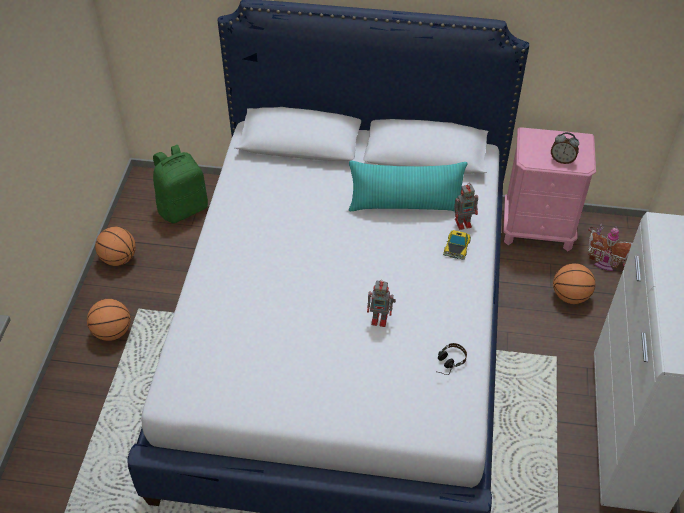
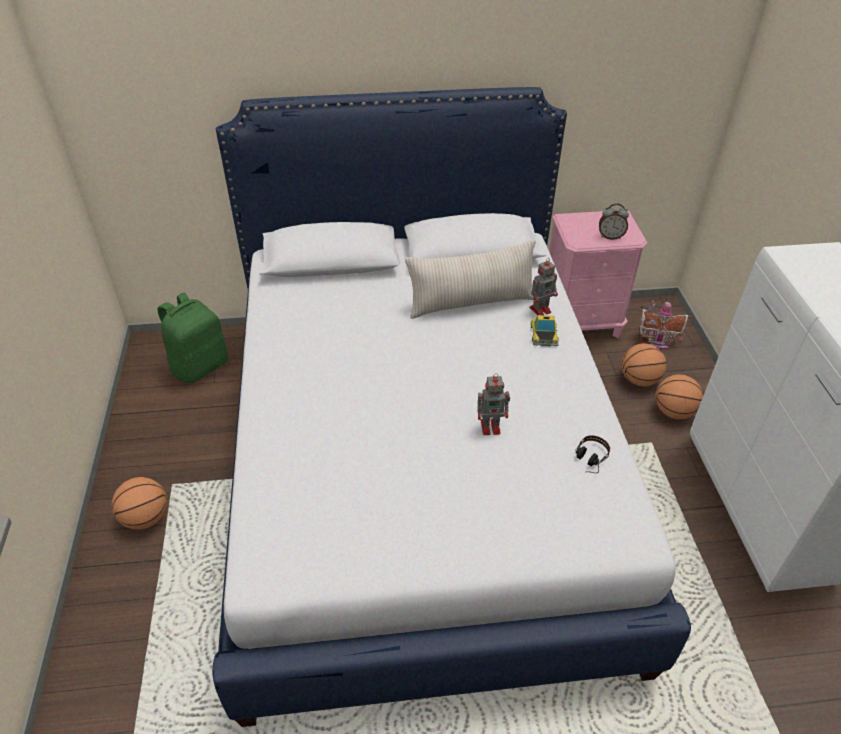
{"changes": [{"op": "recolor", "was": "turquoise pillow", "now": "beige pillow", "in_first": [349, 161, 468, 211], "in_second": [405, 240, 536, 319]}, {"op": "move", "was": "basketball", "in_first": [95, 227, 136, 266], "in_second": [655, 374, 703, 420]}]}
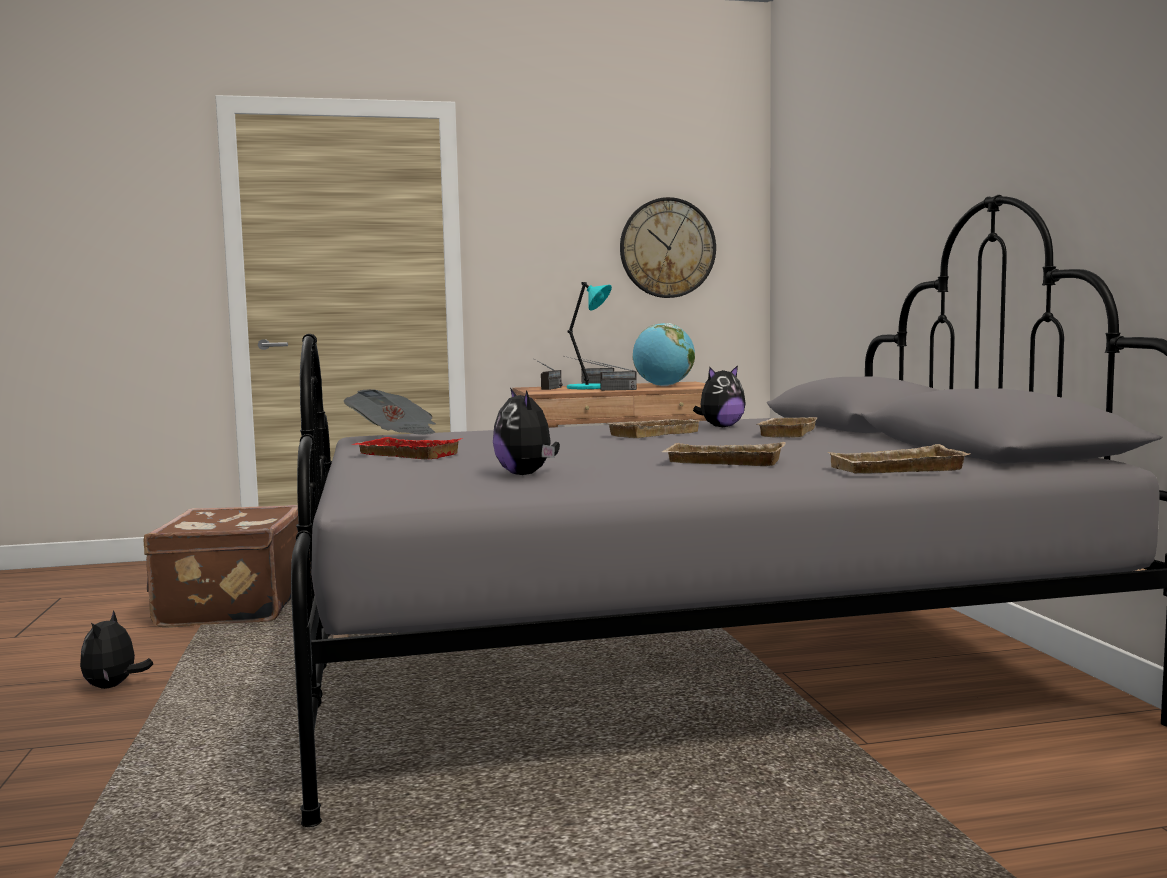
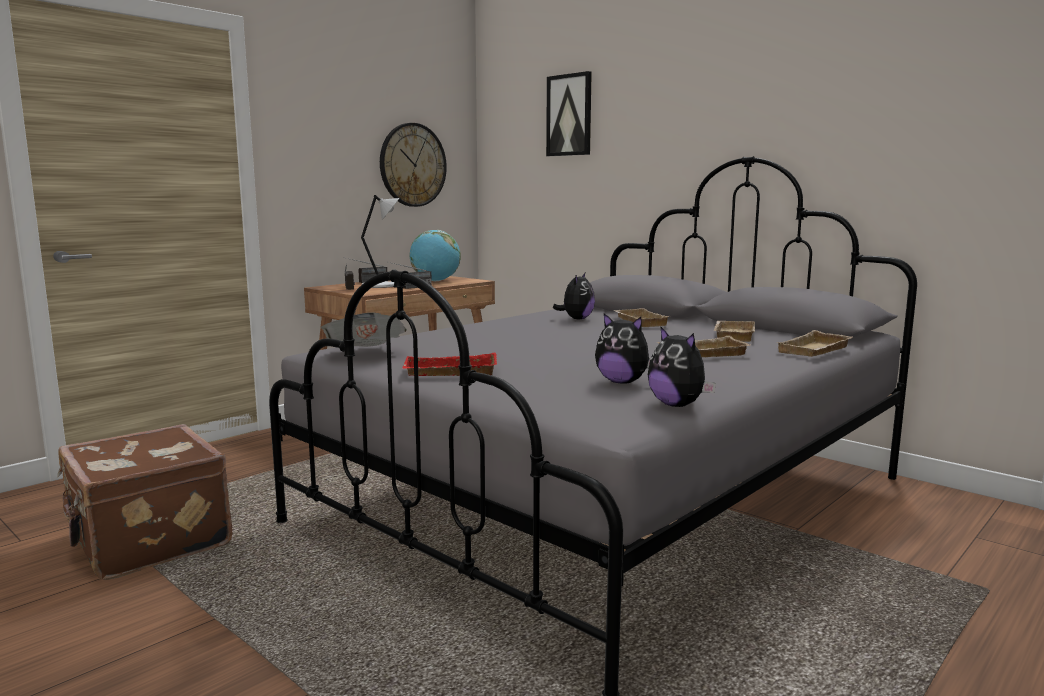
{"changes": [{"op": "recolor", "was": "turquoise table lamp", "now": "grey table lamp", "in_first": [567, 282, 612, 389], "in_second": [361, 195, 399, 288]}, {"op": "move", "was": "beige tray", "in_first": [604, 419, 701, 438], "in_second": [714, 321, 755, 342]}, {"op": "move", "was": "plush toy", "in_first": [80, 610, 153, 689], "in_second": [648, 326, 716, 407]}, {"op": "insert", "now": "picture", "in_second": [546, 71, 592, 156]}]}
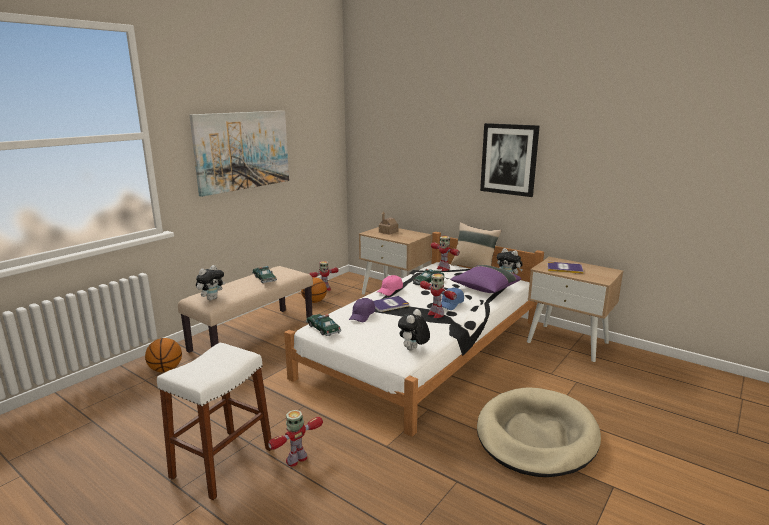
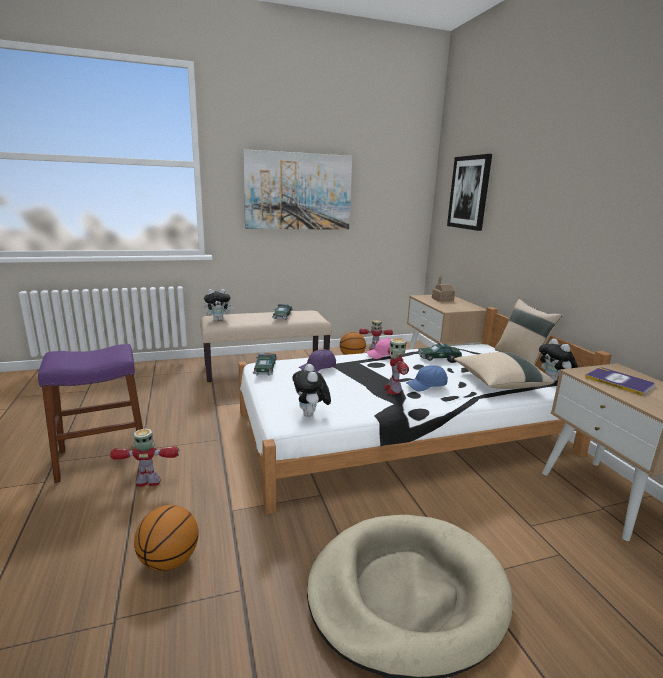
{"changes": [{"op": "move", "was": "picture", "in_first": [480, 123, 540, 197], "in_second": [447, 154, 492, 231]}, {"op": "delete", "was": "toy robot", "in_first": [431, 236, 460, 271]}, {"op": "recolor", "was": "purple pillow", "now": "beige pillow", "in_first": [450, 265, 521, 293], "in_second": [454, 352, 554, 389]}, {"op": "delete", "was": "book", "in_first": [373, 296, 409, 312]}, {"op": "rotate", "was": "plush toy", "in_first": [398, 309, 430, 351], "in_second": [292, 364, 331, 417], "clockwise": -75}, {"op": "move", "was": "basketball", "in_first": [145, 338, 182, 372], "in_second": [134, 505, 199, 571]}, {"op": "recolor", "was": "white stool", "now": "purple stool", "in_first": [157, 343, 272, 500], "in_second": [38, 344, 143, 483]}]}
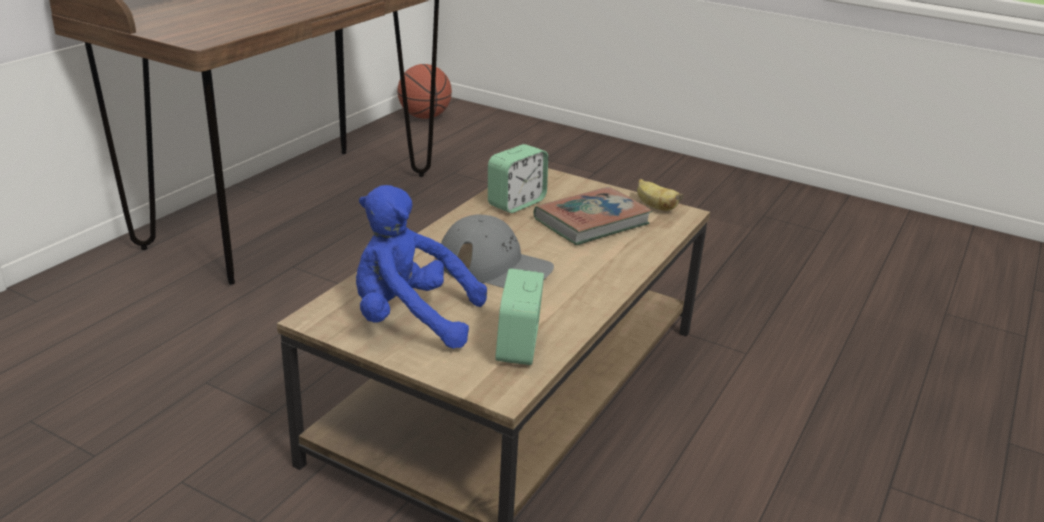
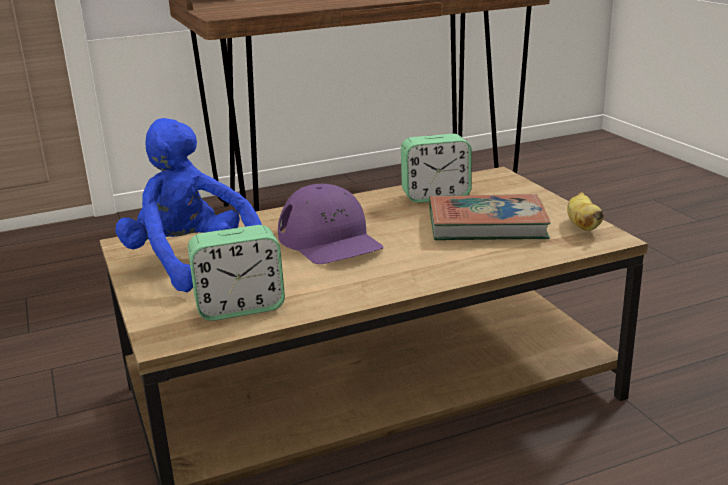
{"changes": [{"op": "delete", "was": "basketball", "in_first": [397, 64, 452, 119]}, {"op": "recolor", "was": "grey cap", "now": "purple cap", "in_first": [441, 214, 554, 288], "in_second": [278, 184, 384, 264]}, {"op": "rotate", "was": "alarm clock", "in_first": [495, 268, 544, 365], "in_second": [188, 225, 285, 321], "clockwise": -150}]}
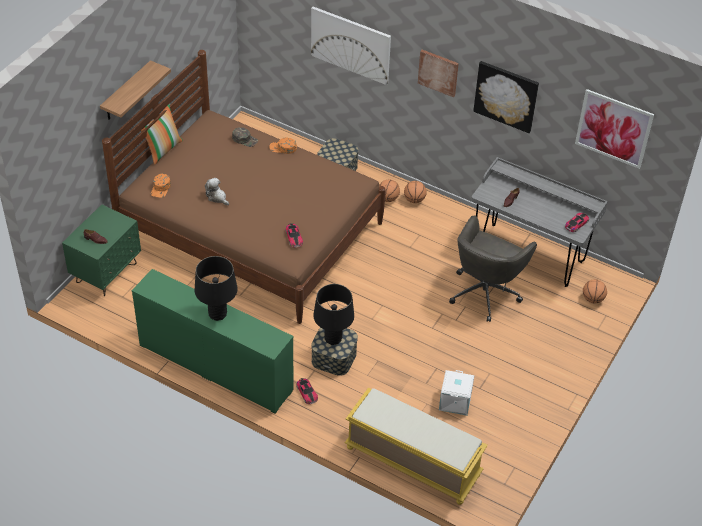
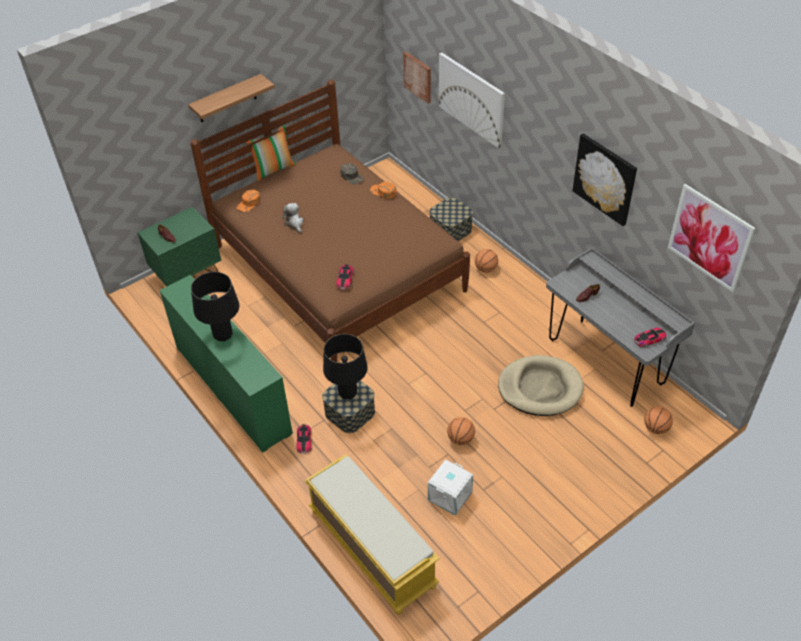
{"changes": [{"op": "move", "was": "picture", "in_first": [418, 50, 459, 97], "in_second": [403, 52, 431, 104]}, {"op": "move", "was": "basketball", "in_first": [404, 181, 427, 203], "in_second": [447, 417, 475, 445]}, {"op": "replace", "was": "grey office chair", "now": "beige dog bed", "in_first": [449, 215, 537, 322], "in_second": [498, 355, 584, 416]}]}
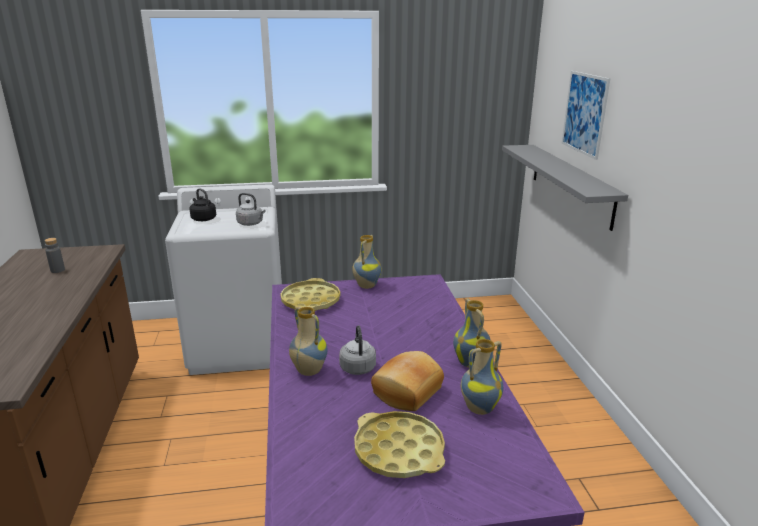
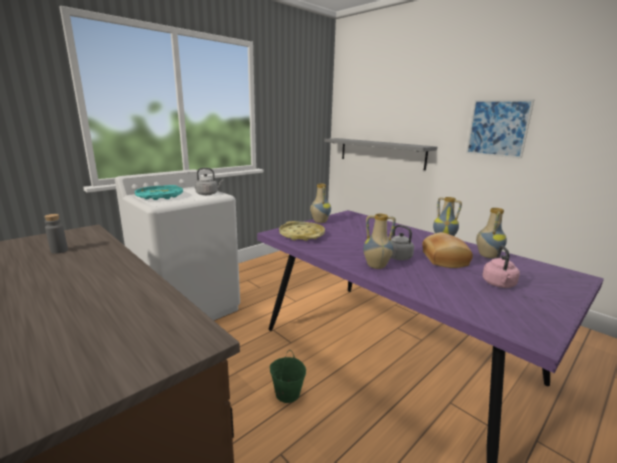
{"changes": [{"op": "move", "was": "picture", "in_first": [561, 71, 610, 160], "in_second": [466, 99, 535, 159]}, {"op": "replace", "was": "black kettle", "now": "turquoise tray", "in_first": [189, 188, 216, 221], "in_second": [135, 185, 183, 200]}, {"op": "replace", "was": "yellow tray", "now": "pink kettle", "in_first": [354, 411, 445, 478], "in_second": [482, 246, 520, 288]}, {"op": "insert", "now": "green bucket", "in_second": [270, 350, 306, 403]}]}
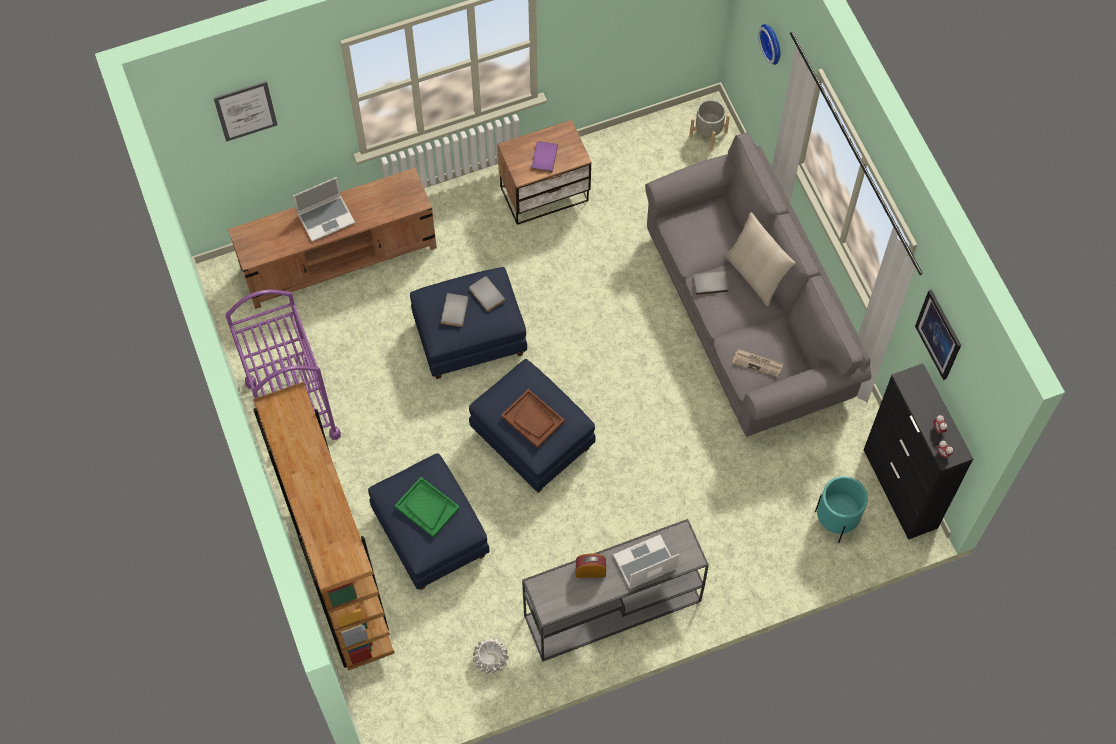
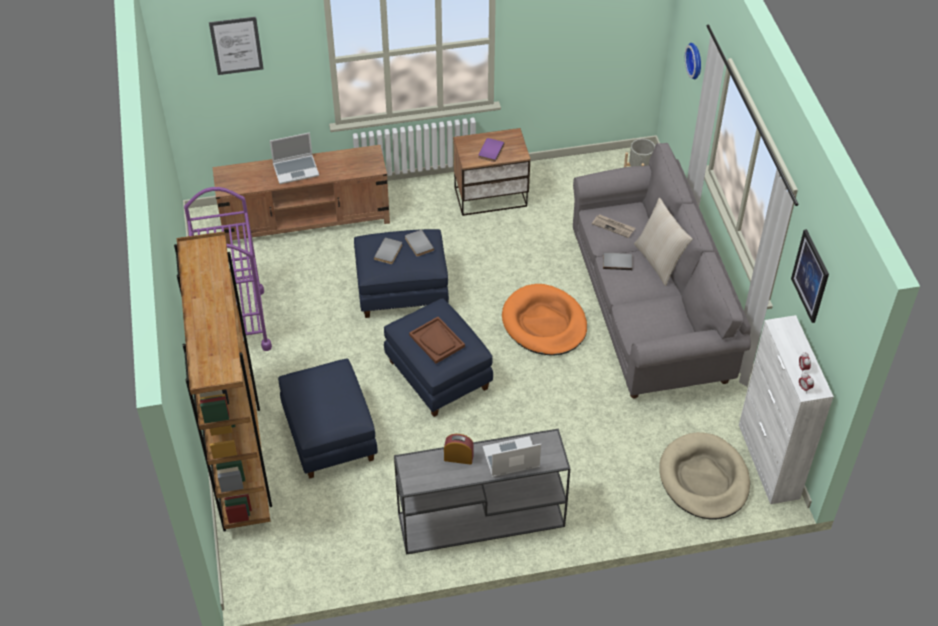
{"changes": [{"op": "move", "was": "newspaper", "in_first": [732, 349, 784, 377], "in_second": [592, 215, 635, 238]}, {"op": "recolor", "was": "black cabinet", "now": "white cabinet", "in_first": [864, 363, 973, 540], "in_second": [739, 315, 834, 504]}, {"op": "replace", "was": "turquoise planter", "now": "beige dog bed", "in_first": [815, 476, 868, 543], "in_second": [659, 432, 750, 520]}, {"op": "delete", "was": "green tray", "in_first": [395, 477, 460, 538]}, {"op": "delete", "was": "white planter", "in_first": [473, 639, 509, 674]}, {"op": "insert", "now": "orange dog bed", "in_second": [502, 284, 587, 355]}]}
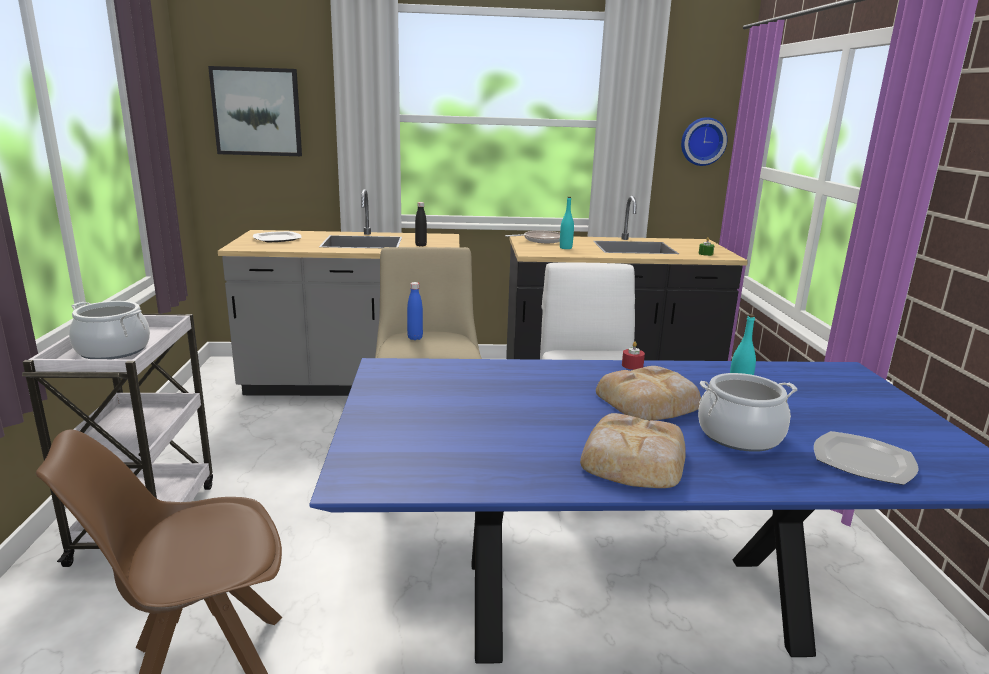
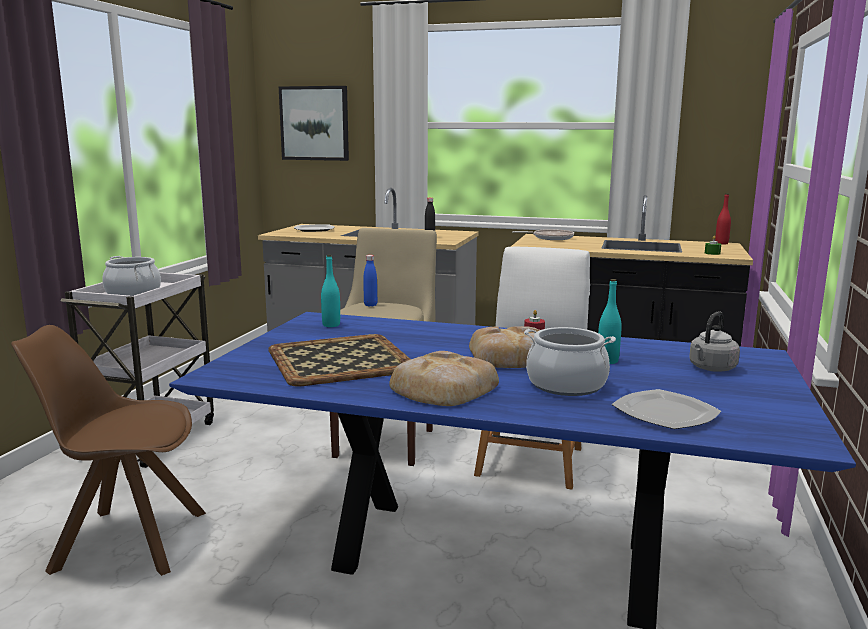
{"changes": [{"op": "delete", "was": "wall clock", "in_first": [681, 117, 728, 166]}, {"op": "move", "was": "turquoise bottle", "in_first": [560, 197, 574, 249], "in_second": [321, 255, 340, 327]}, {"op": "insert", "now": "red bottle", "in_second": [715, 193, 731, 245]}, {"op": "insert", "now": "grey kettle", "in_second": [689, 311, 740, 372]}, {"op": "insert", "now": "tray", "in_second": [268, 334, 411, 387]}]}
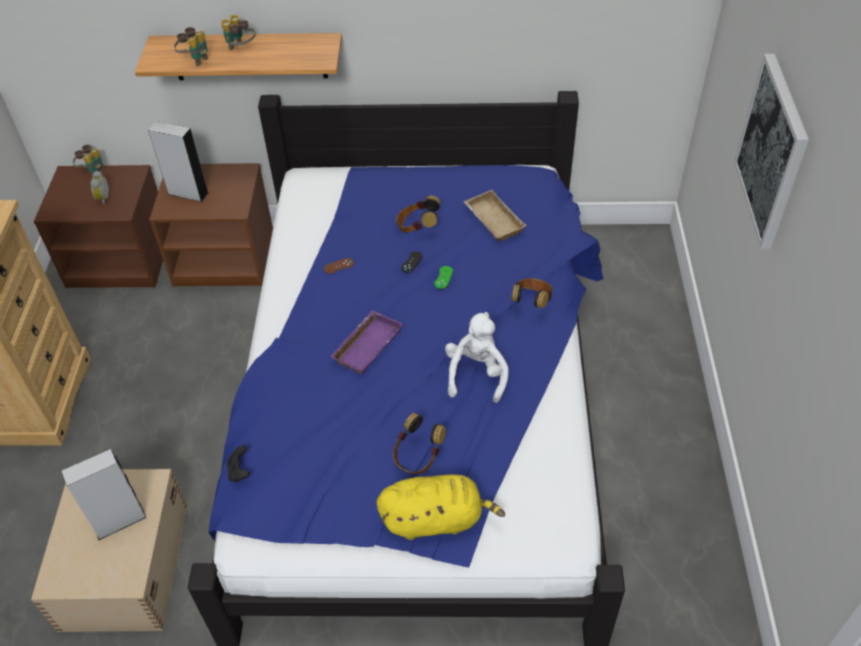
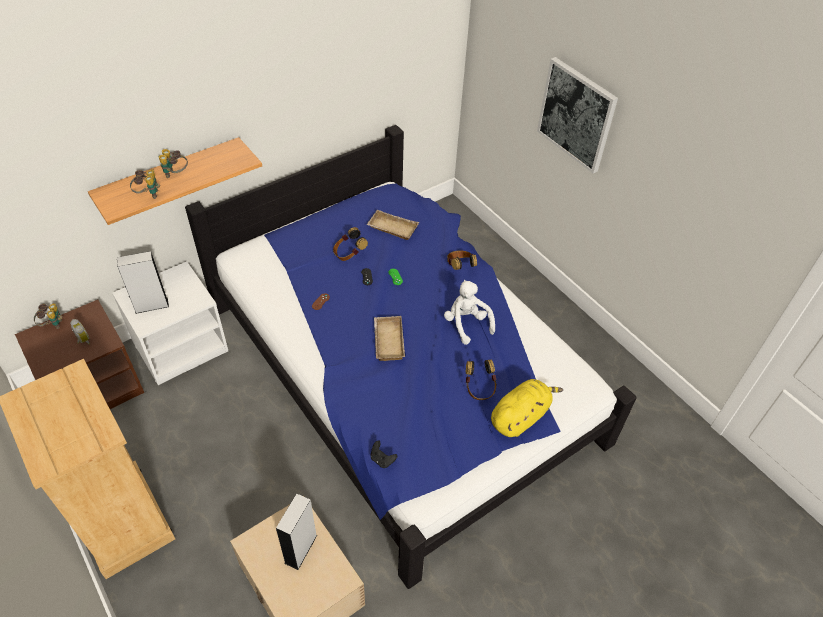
{"changes": [{"op": "recolor", "was": "brown nightstand", "now": "white nightstand", "in_first": [149, 163, 273, 287], "in_second": [112, 261, 228, 385]}, {"op": "recolor", "was": "purple tray", "now": "beige tray", "in_first": [330, 310, 403, 374], "in_second": [374, 316, 405, 361]}]}
